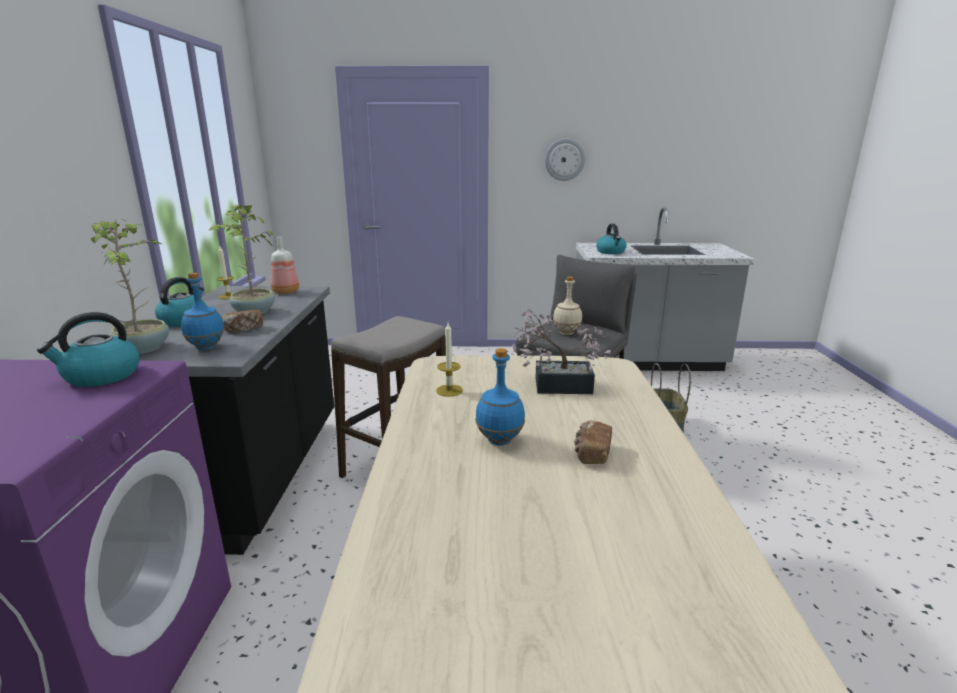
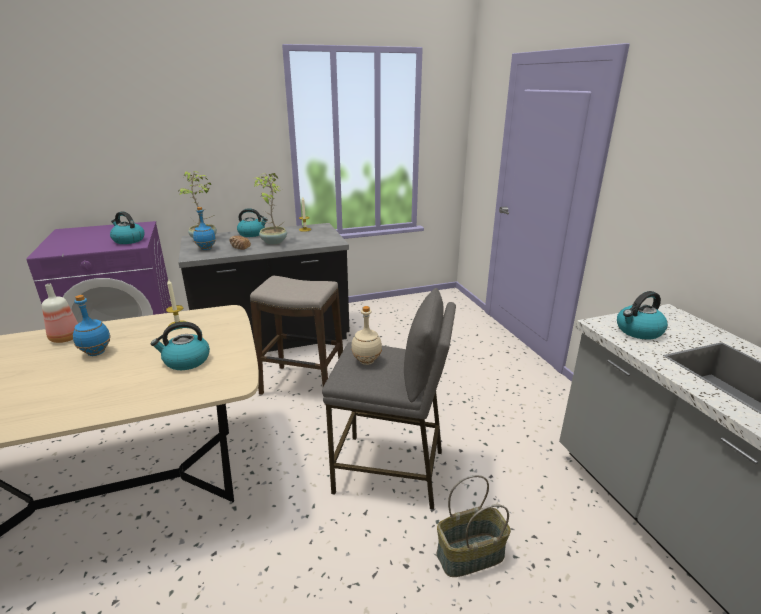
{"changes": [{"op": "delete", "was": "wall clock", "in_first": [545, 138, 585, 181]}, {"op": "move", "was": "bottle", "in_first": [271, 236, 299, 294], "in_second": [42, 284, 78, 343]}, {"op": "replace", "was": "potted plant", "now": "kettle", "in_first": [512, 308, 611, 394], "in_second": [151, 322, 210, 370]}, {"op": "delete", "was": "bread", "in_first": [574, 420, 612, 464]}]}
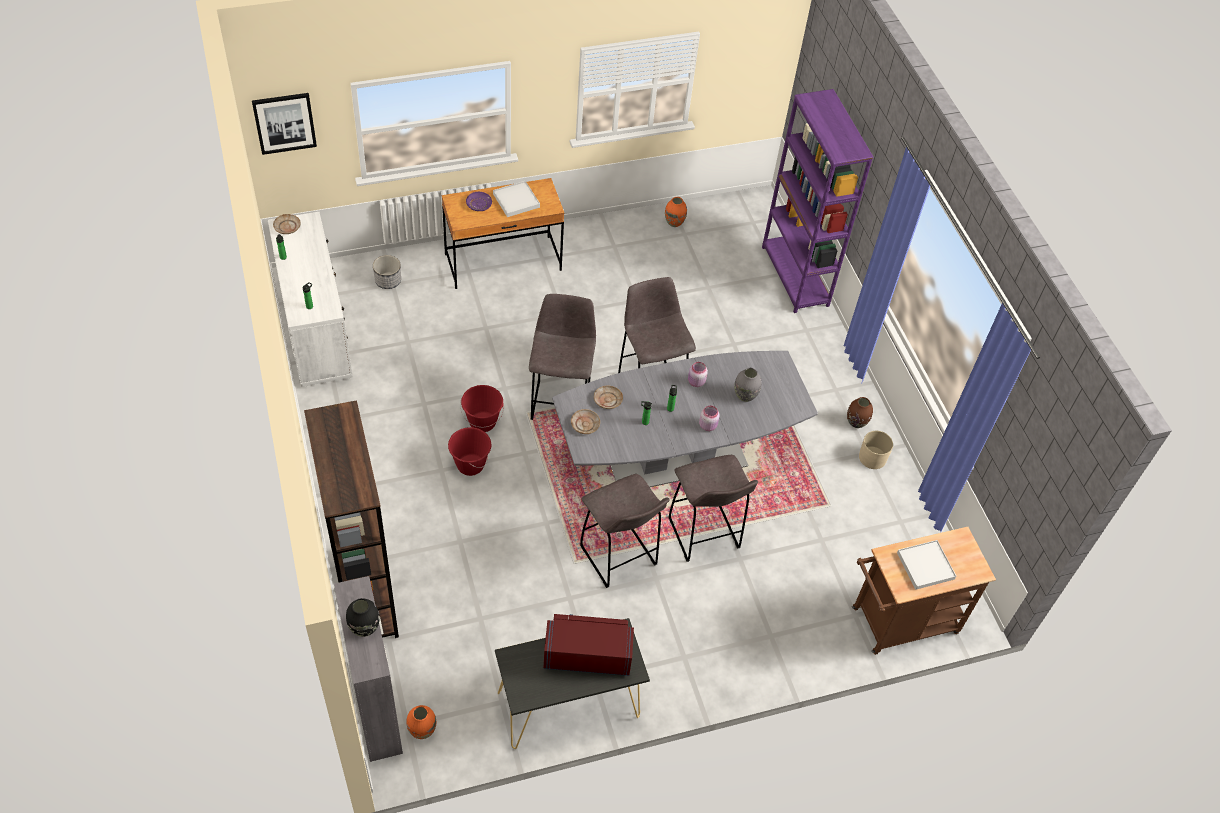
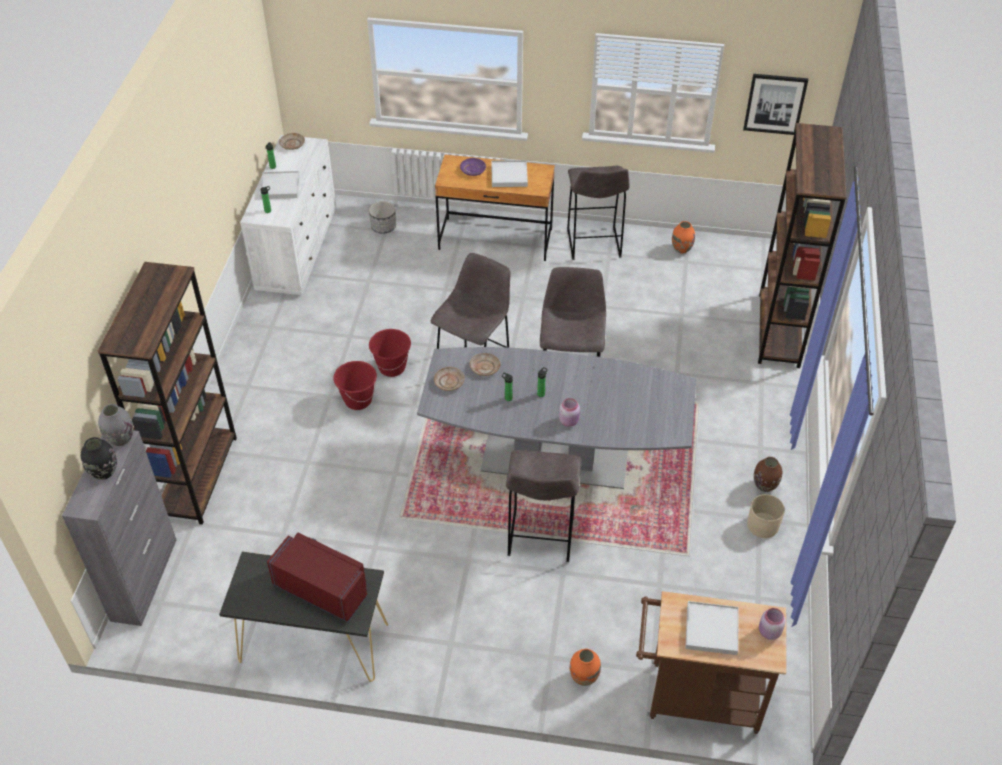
{"changes": [{"op": "recolor", "was": "purple bookcase", "now": "brown bookcase", "in_first": [762, 89, 873, 313], "in_second": [758, 123, 846, 368]}, {"op": "move", "was": "picture", "in_first": [252, 93, 317, 155], "in_second": [743, 74, 808, 135]}, {"op": "move", "was": "pink jar", "in_first": [688, 362, 708, 387], "in_second": [759, 608, 786, 640]}, {"op": "move", "was": "grey vase", "in_first": [734, 368, 762, 402], "in_second": [98, 404, 133, 446]}, {"op": "move", "was": "grey stool", "in_first": [580, 474, 670, 588], "in_second": [567, 166, 629, 260]}, {"op": "move", "was": "orange vase", "in_first": [406, 705, 436, 739], "in_second": [570, 649, 601, 686]}, {"op": "insert", "now": "white tray", "in_second": [260, 171, 300, 199]}]}
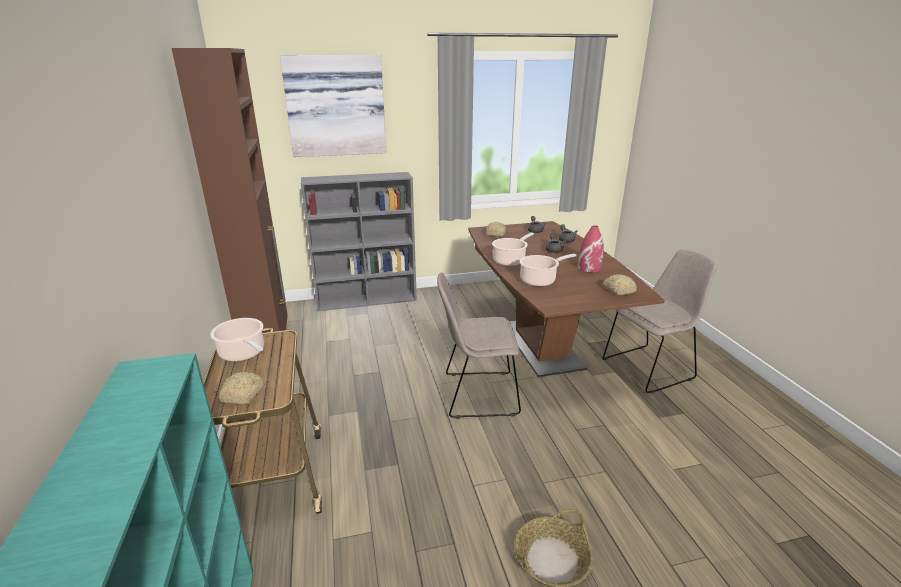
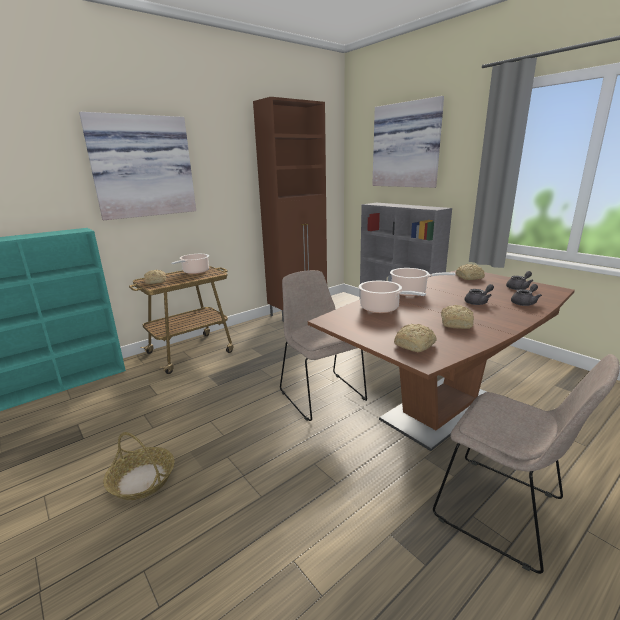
{"changes": [{"op": "replace", "was": "red vase", "now": "bread", "in_first": [578, 225, 604, 273], "in_second": [441, 305, 474, 329]}, {"op": "insert", "now": "picture", "in_second": [79, 112, 196, 220]}]}
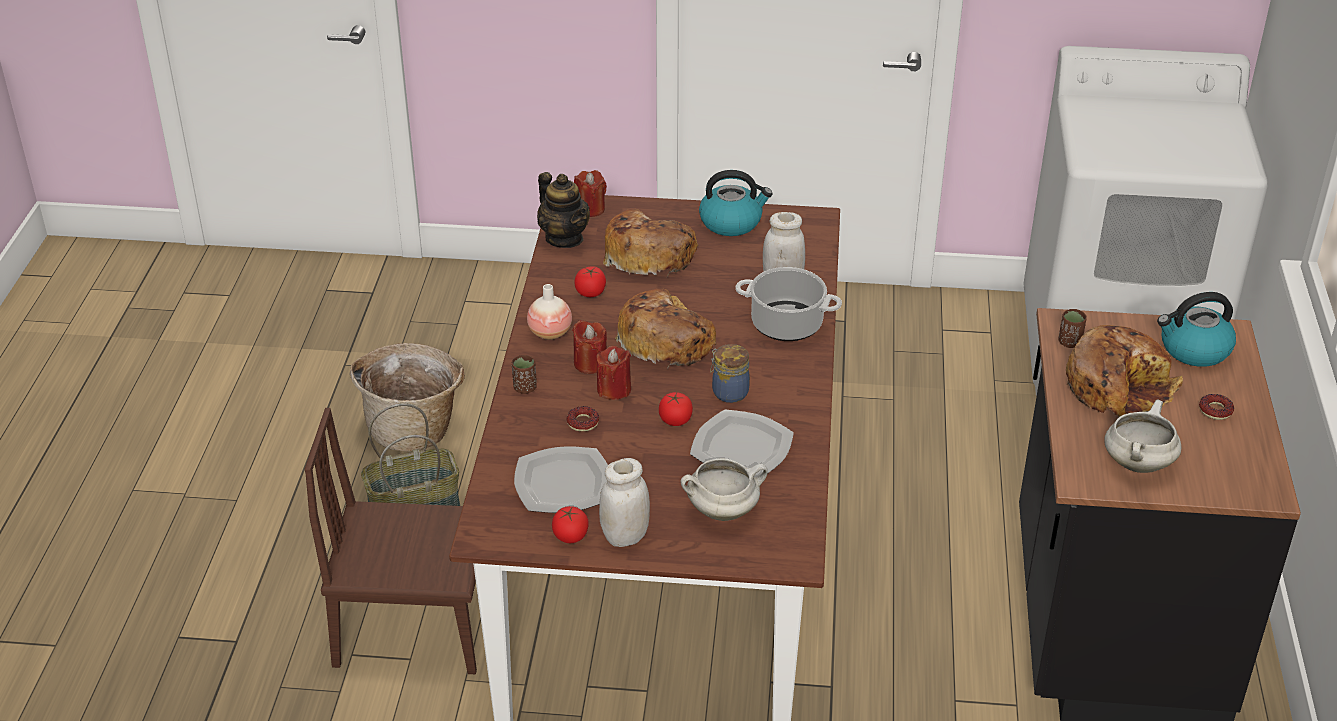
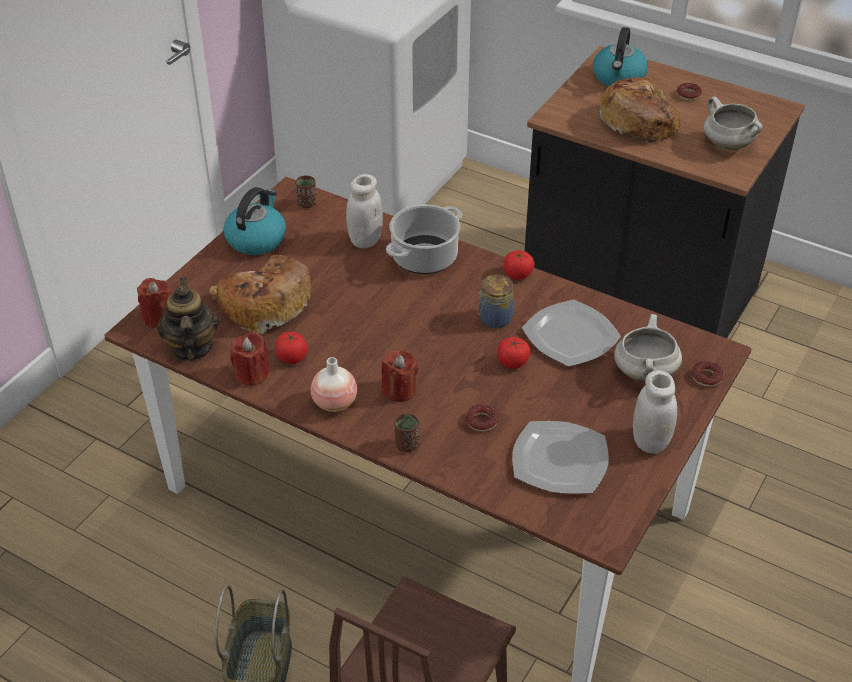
{"changes": [{"op": "rotate", "was": "teapot", "in_first": [537, 172, 590, 248], "in_second": [157, 277, 219, 361], "clockwise": -90}, {"op": "delete", "was": "bread", "in_first": [615, 289, 716, 368]}, {"op": "move", "was": "brown cup", "in_first": [1058, 309, 1087, 348], "in_second": [296, 175, 316, 208]}, {"op": "delete", "was": "basket", "in_first": [350, 343, 465, 452]}, {"op": "move", "was": "red candle", "in_first": [596, 346, 631, 400], "in_second": [230, 331, 269, 386]}, {"op": "move", "was": "tomato", "in_first": [552, 506, 589, 543], "in_second": [504, 250, 535, 280]}, {"op": "insert", "now": "donut", "in_second": [692, 361, 724, 387]}]}
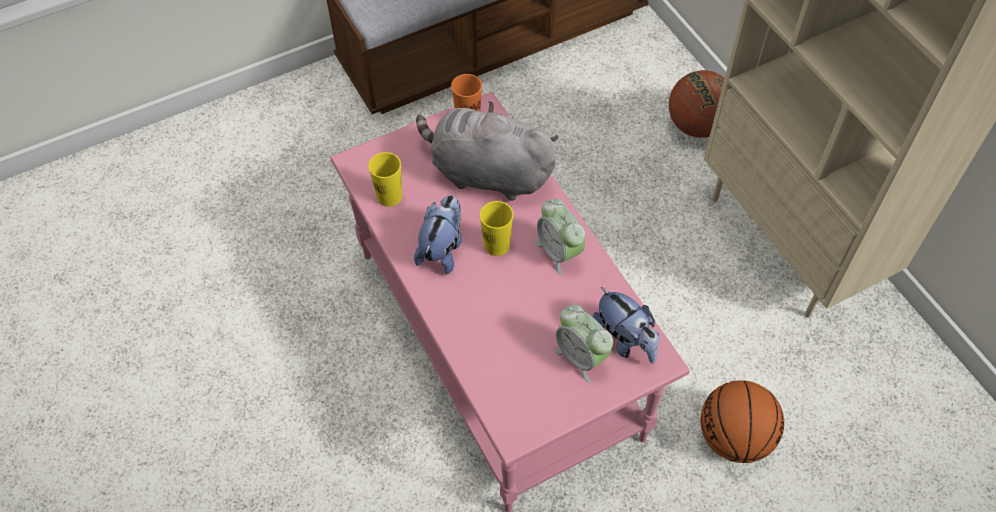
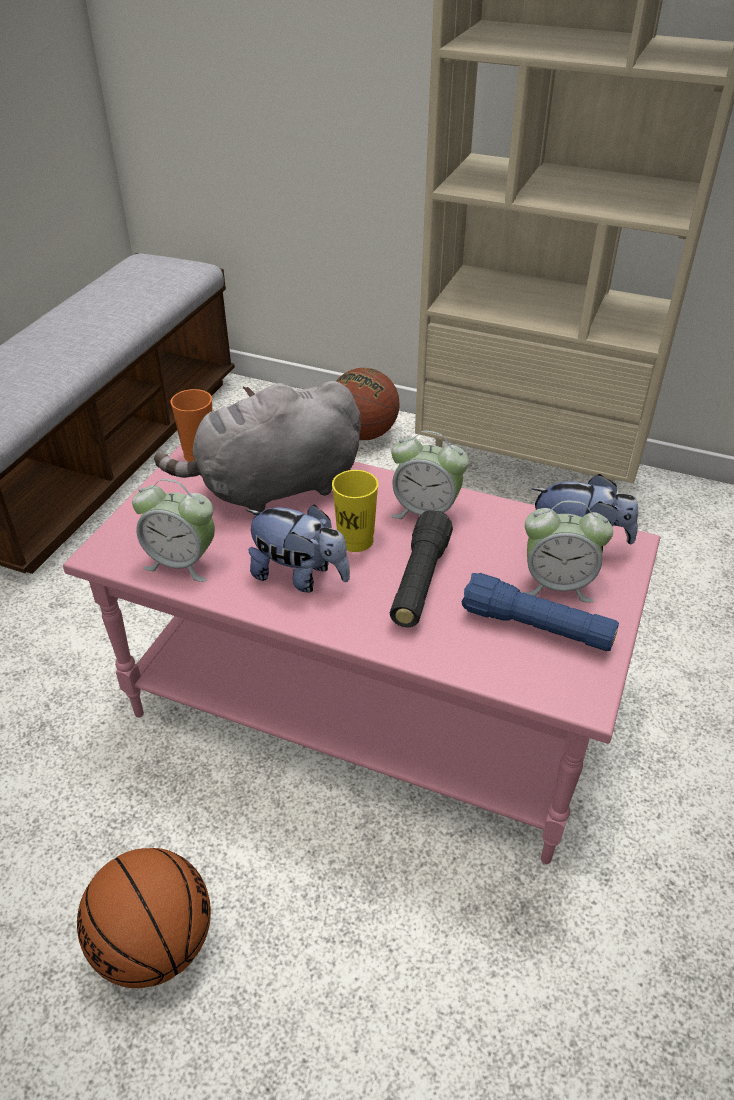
{"changes": [{"op": "replace", "was": "yellow cup", "now": "alarm clock", "in_first": [368, 152, 402, 207], "in_second": [132, 479, 215, 582]}, {"op": "rotate", "was": "plush toy", "in_first": [414, 195, 462, 274], "in_second": [246, 504, 350, 592], "clockwise": 135}, {"op": "move", "was": "basketball", "in_first": [701, 380, 784, 463], "in_second": [77, 848, 211, 988]}, {"op": "insert", "now": "black flashlight", "in_second": [390, 511, 453, 627]}, {"op": "insert", "now": "blue flashlight", "in_second": [462, 573, 619, 651]}]}
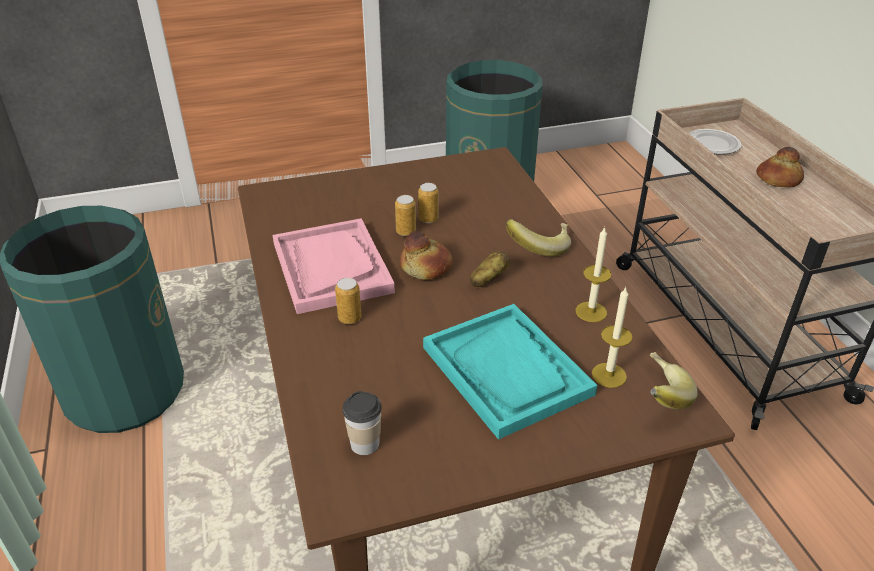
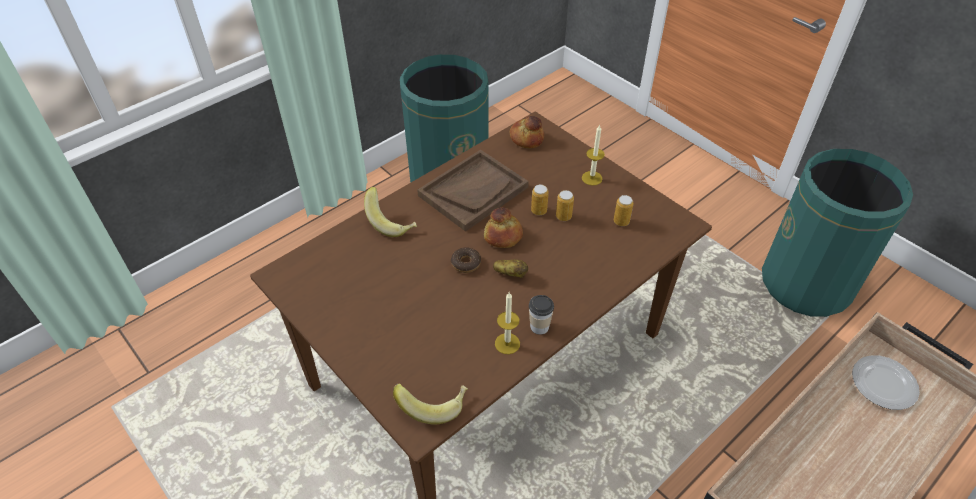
{"changes": [{"op": "move", "was": "bread", "in_first": [756, 147, 804, 187], "in_second": [510, 116, 544, 149]}, {"op": "recolor", "was": "pink tray", "now": "brown tray", "in_first": [272, 218, 395, 314], "in_second": [417, 150, 529, 232]}, {"op": "move", "was": "banana", "in_first": [506, 219, 571, 256], "in_second": [364, 187, 417, 237]}, {"op": "move", "was": "can", "in_first": [335, 278, 361, 324], "in_second": [614, 195, 634, 226]}, {"op": "move", "was": "candle", "in_first": [592, 288, 632, 388], "in_second": [582, 125, 605, 186]}, {"op": "delete", "was": "turquoise tray", "in_first": [423, 304, 597, 440]}, {"op": "move", "was": "cup", "in_first": [342, 391, 382, 455], "in_second": [529, 295, 554, 335]}, {"op": "insert", "now": "donut", "in_second": [451, 247, 481, 273]}]}
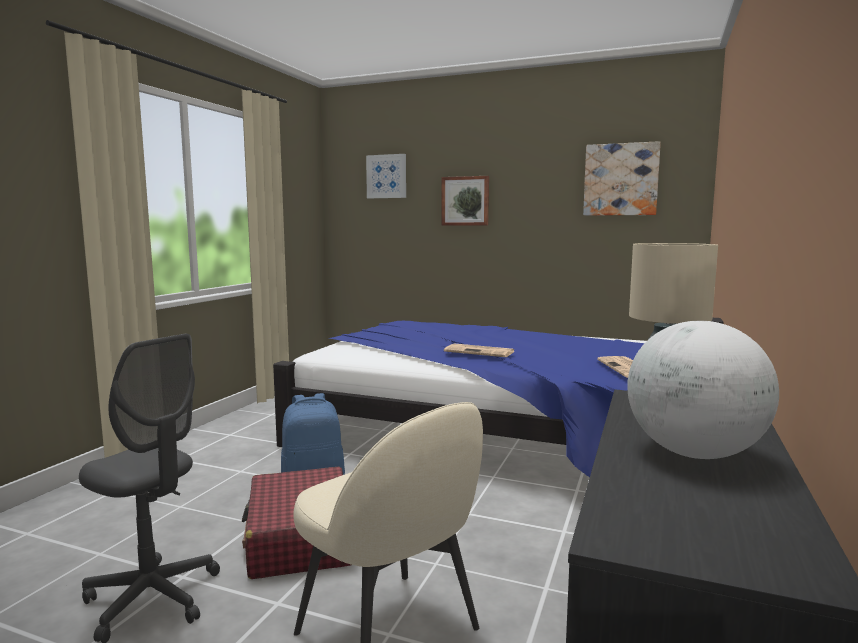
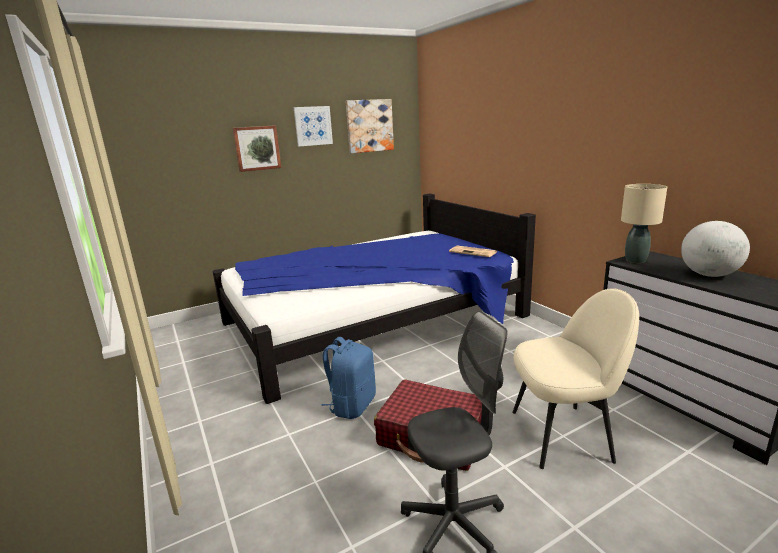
{"changes": [{"op": "move", "was": "picture", "in_first": [366, 154, 406, 198], "in_second": [294, 106, 333, 146]}, {"op": "delete", "was": "newspaper", "in_first": [444, 343, 515, 357]}]}
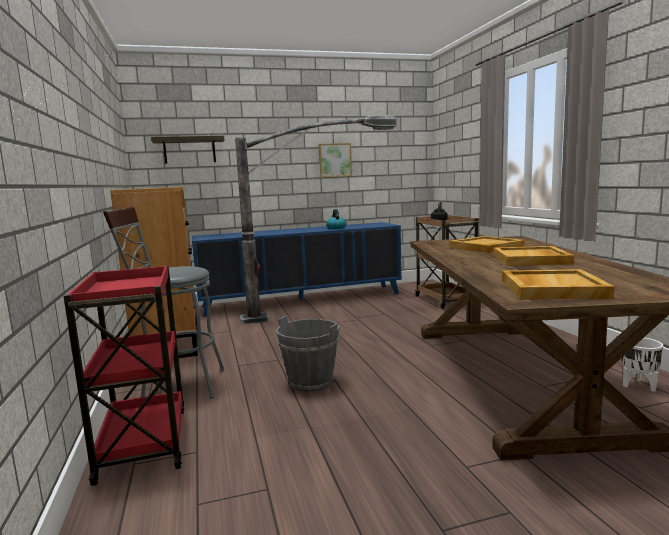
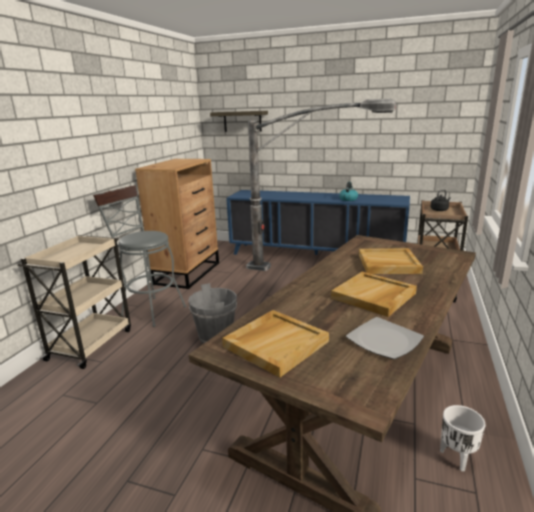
{"changes": [{"op": "delete", "was": "picture", "in_first": [319, 143, 352, 177]}, {"op": "recolor", "was": "red cart", "now": "beige cart", "in_first": [63, 265, 185, 486], "in_second": [18, 235, 131, 369]}, {"op": "insert", "now": "plate", "in_second": [346, 317, 424, 359]}]}
